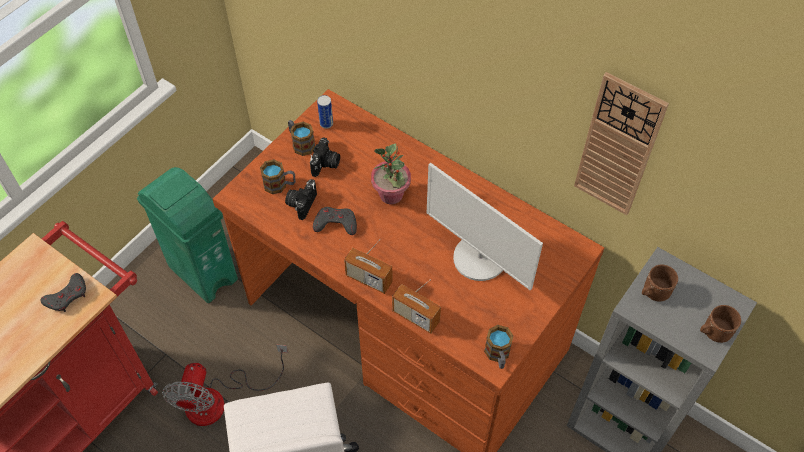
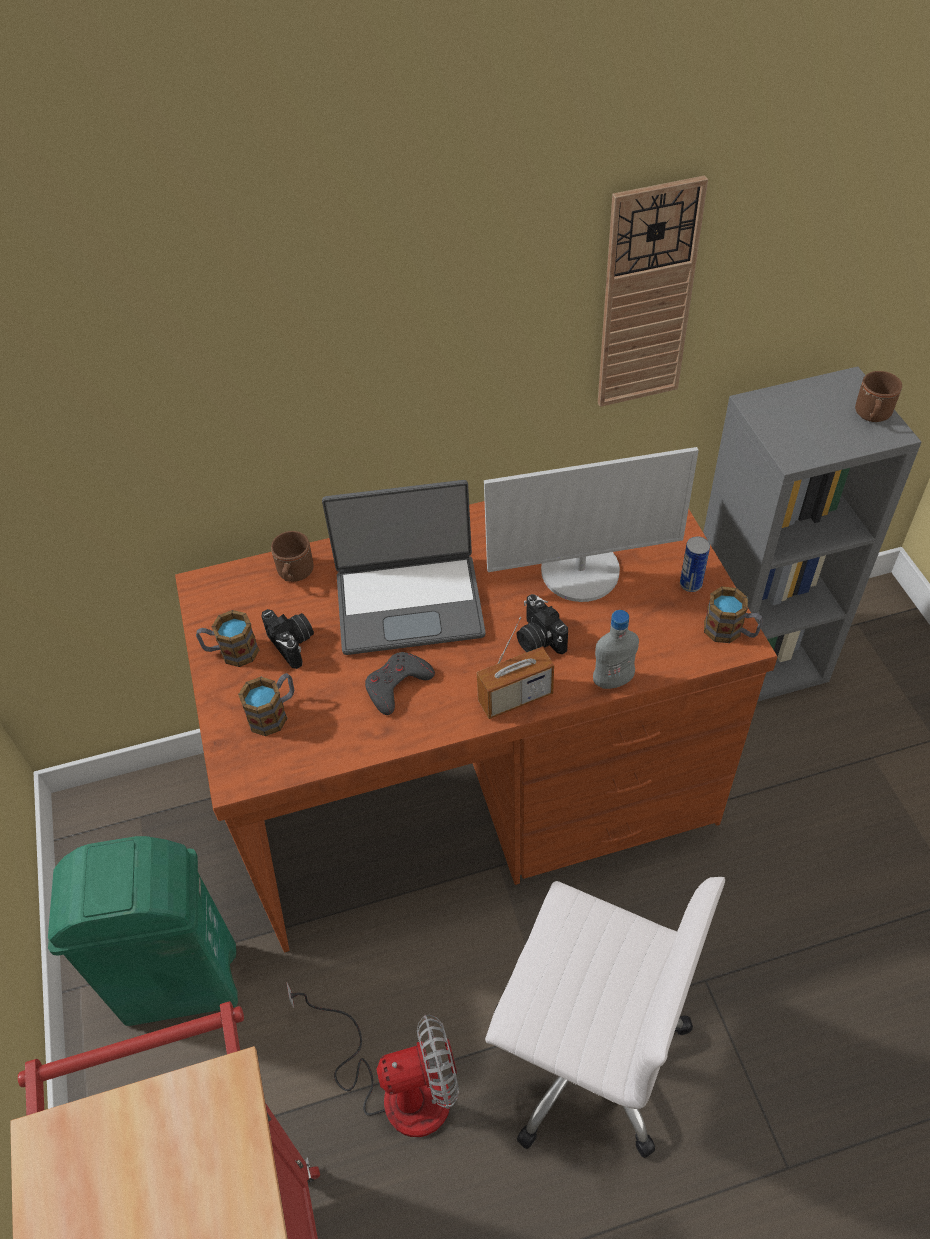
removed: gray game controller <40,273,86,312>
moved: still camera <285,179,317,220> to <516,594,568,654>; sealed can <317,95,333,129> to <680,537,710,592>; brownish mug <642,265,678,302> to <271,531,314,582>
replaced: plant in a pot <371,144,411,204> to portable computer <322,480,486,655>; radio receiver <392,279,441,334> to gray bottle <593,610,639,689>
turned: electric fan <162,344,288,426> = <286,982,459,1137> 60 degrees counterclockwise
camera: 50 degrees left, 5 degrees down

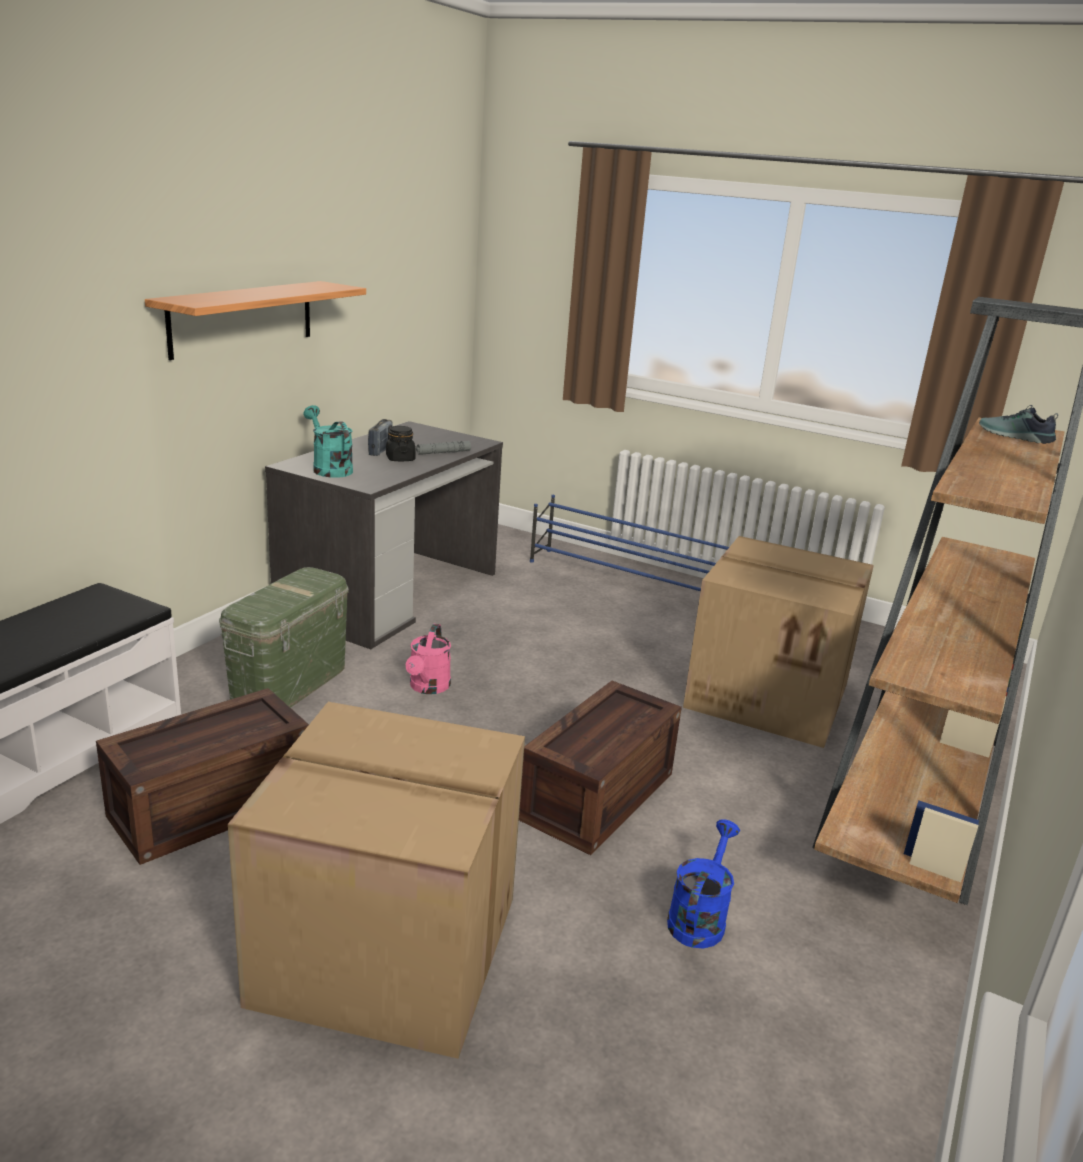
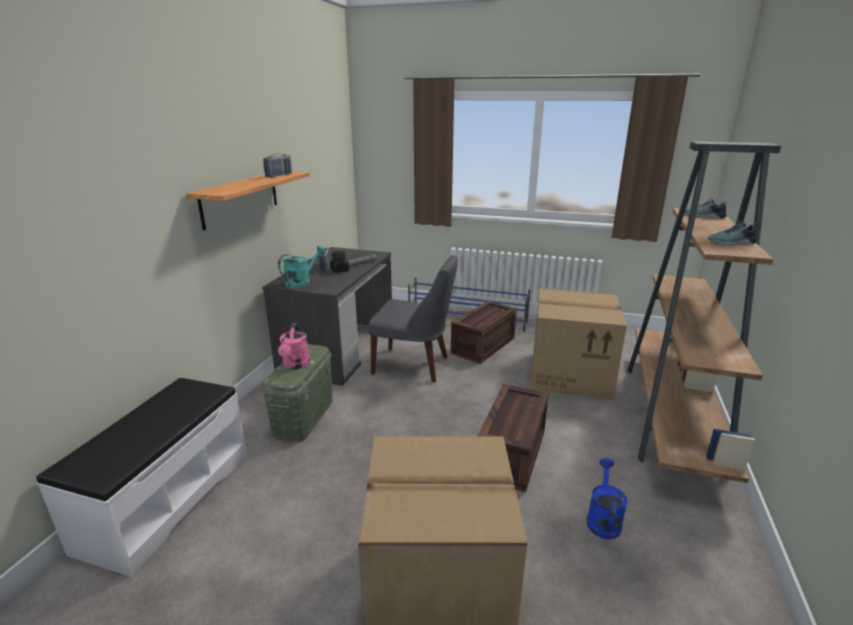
added: radio receiver <263,154,292,177>; gray upright chair <369,255,458,382>; item of footwear <708,221,757,245>
moved: shipping crate <96,688,309,865> to <451,301,517,364>; pinkish watering can <406,624,451,694> to <278,323,310,369>
turned: turquoise-coloured watering can <303,405,353,478> = <278,246,326,288> 90 degrees clockwise
camera: 10 degrees left, 0 degrees up

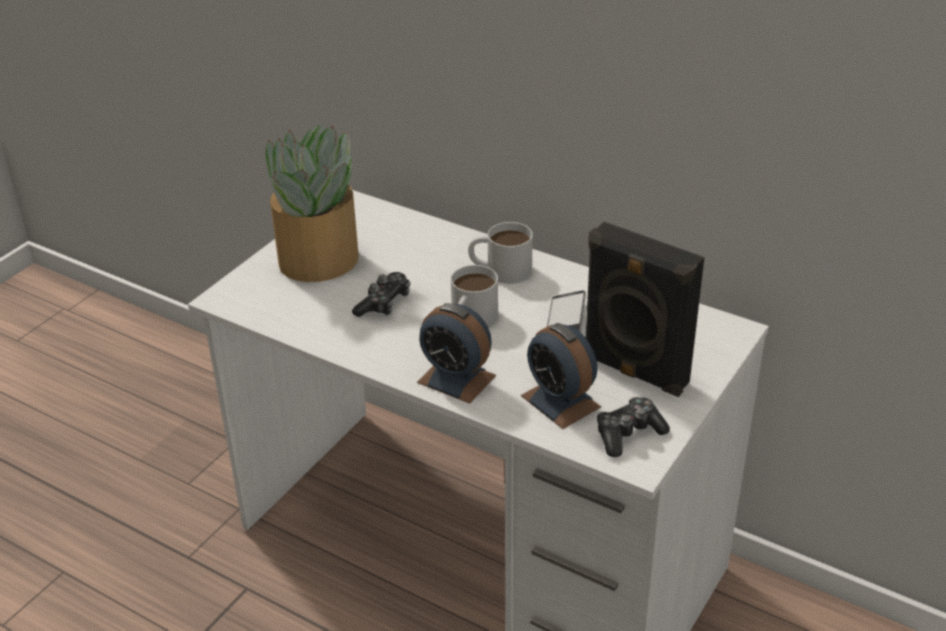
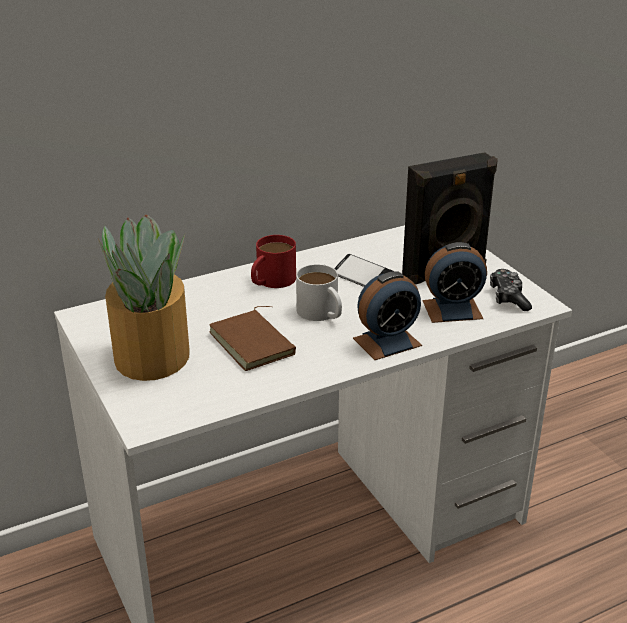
replaced: game controller <352,272,410,317> to brownish volume <209,306,296,371>
recoloured: white mug <468,222,533,284> to red mug <251,235,296,288>
camera: 60 degrees left, 5 degrees down

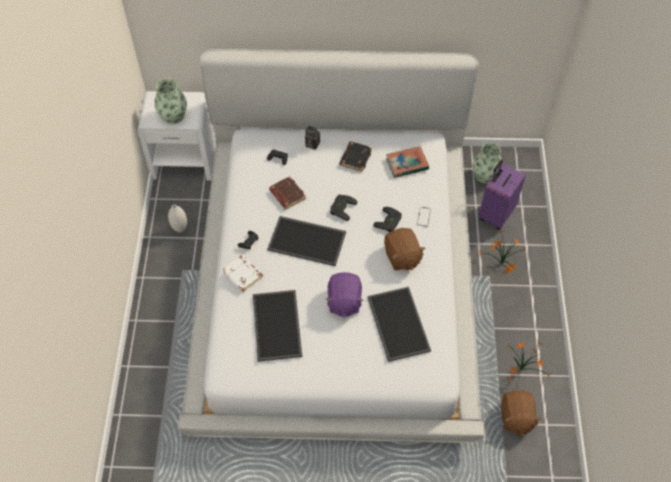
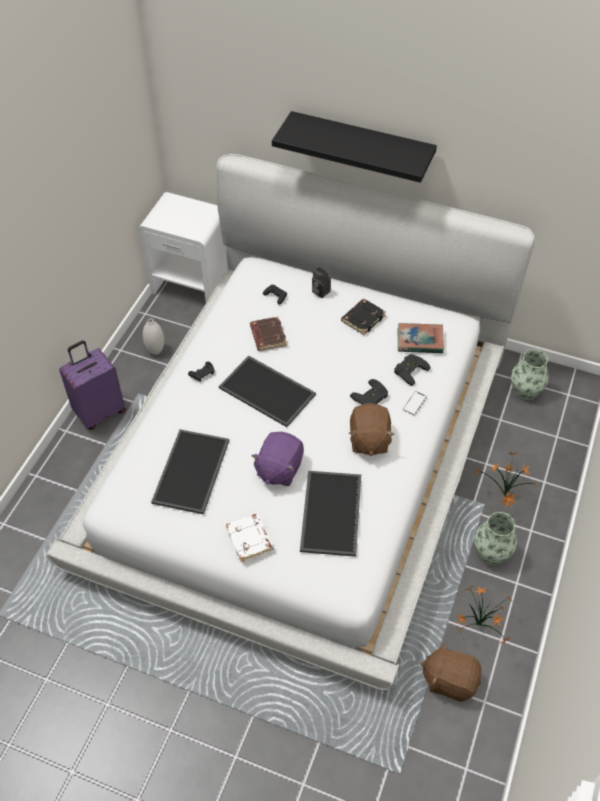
added: black-coloured shelf <272,111,437,183>
moved: vase <154,79,187,124> to <474,512,517,565>; white volume <222,255,263,292> to <226,514,274,562>; black-coloured game controller <330,195,357,221> to <394,354,431,386>; purple travel case <478,160,526,230> to <59,340,126,430>
turned: brownish soft toy <502,390,541,437> = <420,642,481,701> 90 degrees clockwise
camera: 20 degrees right, 5 degrees down

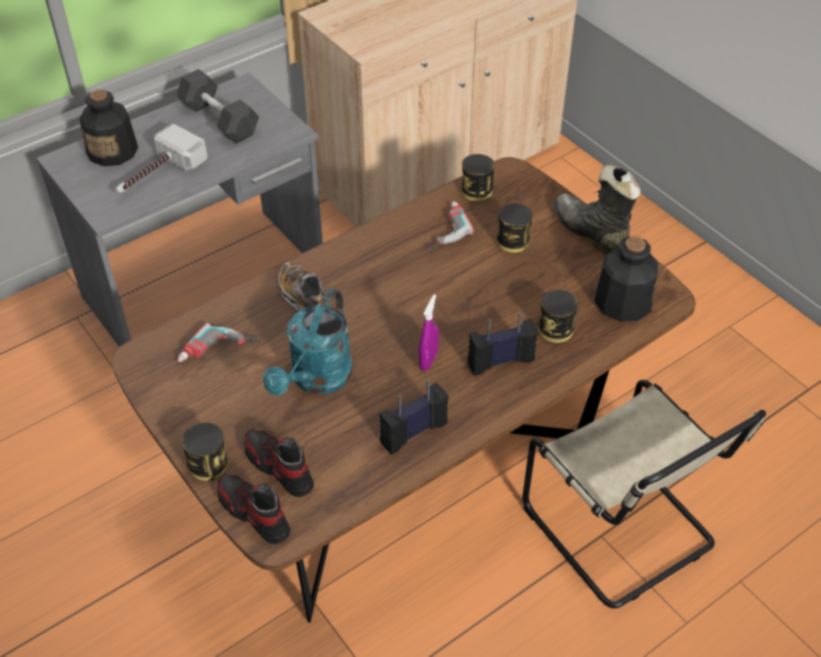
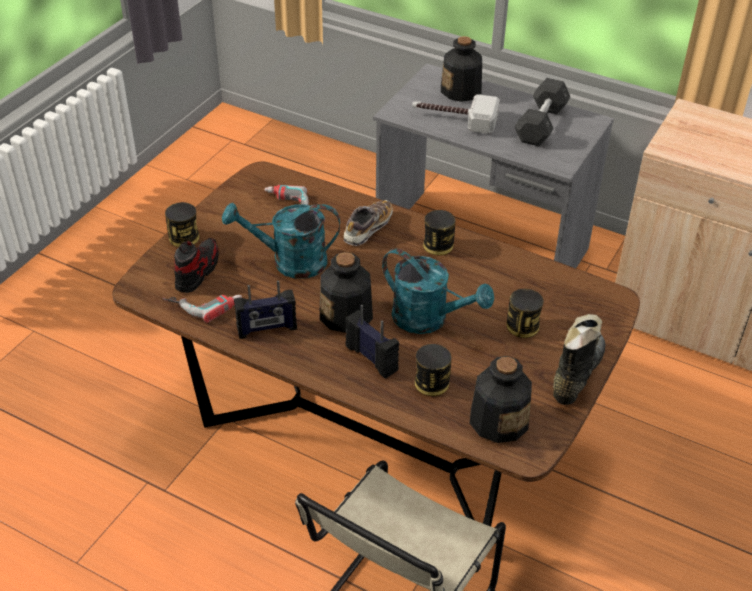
removed: item of footwear <217,474,290,544>
added: turquoise-coloured watering can <382,249,494,334>
moved: electric drill <425,201,474,253> to <163,295,242,323>; sealed can <461,154,494,202> to <423,210,455,255>
replaced: purple sprayer <419,294,439,371> to bottle <320,252,373,333>
turned: radio receiver <379,379,449,455> = <234,280,297,339> 135 degrees clockwise
camera: 65 degrees right, 5 degrees down

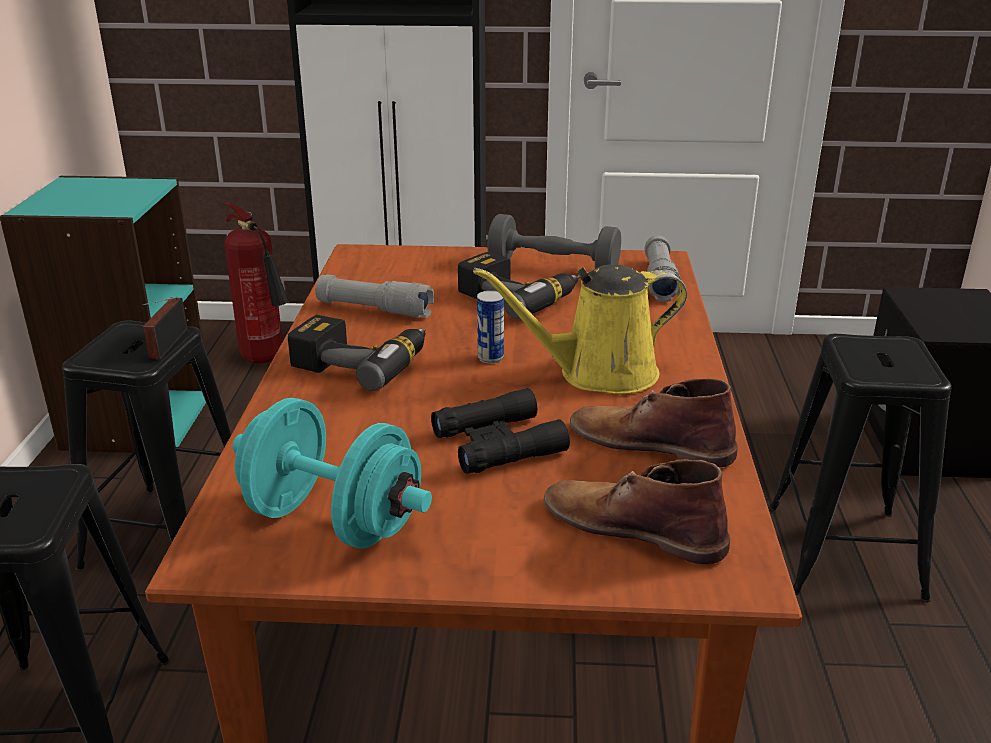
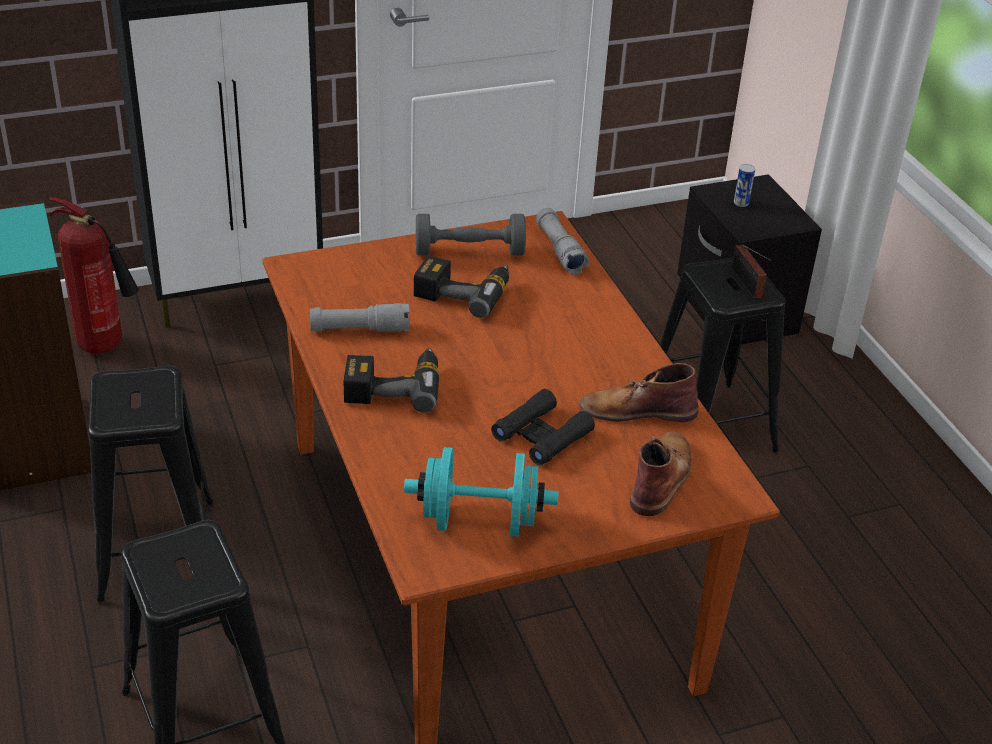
removed: yellowish watering can <473,265,687,394>
moved: radio receiver <142,297,187,359> to <731,245,771,299>; sealed can <477,290,504,364> to <734,164,755,207>
turned: brownish boot <544,459,730,564> = <630,431,692,516> 105 degrees clockwise
camera: 25 degrees left, 10 degrees up

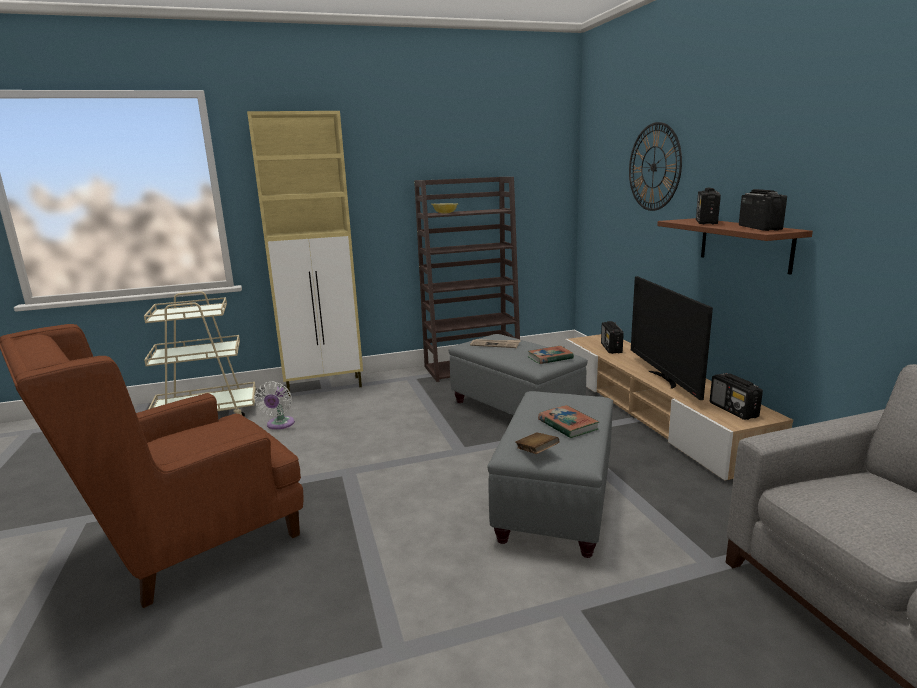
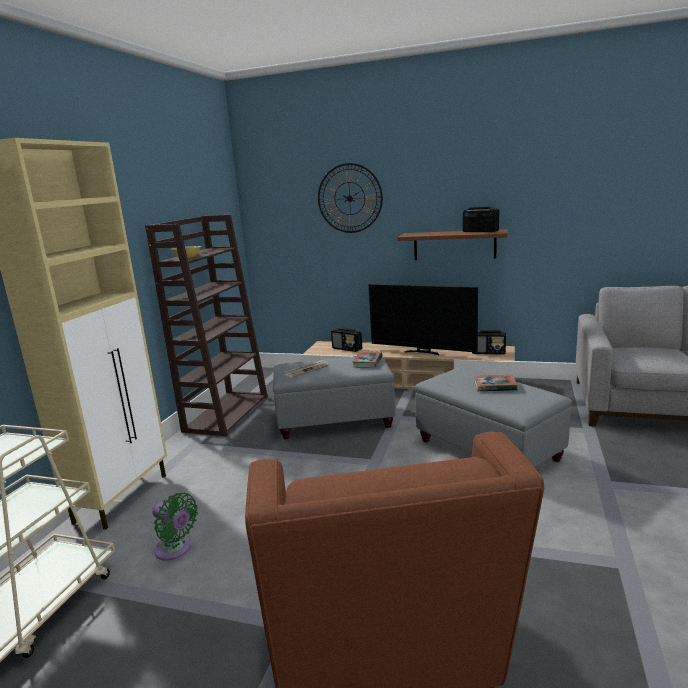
removed: brownish volume <515,433,560,454>; radio receiver <696,188,721,224>
recoloured: white electric fan <254,381,295,429> to greenish electric fan <152,493,198,561>
camera: 55 degrees left, 0 degrees up

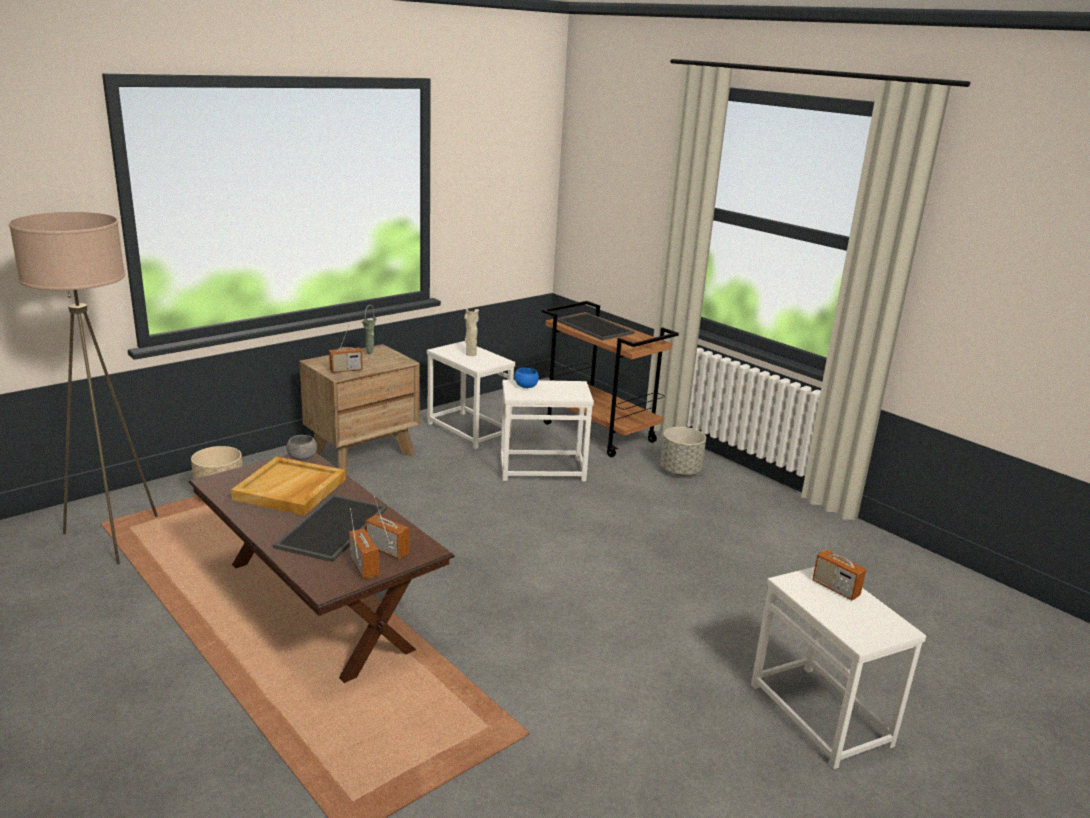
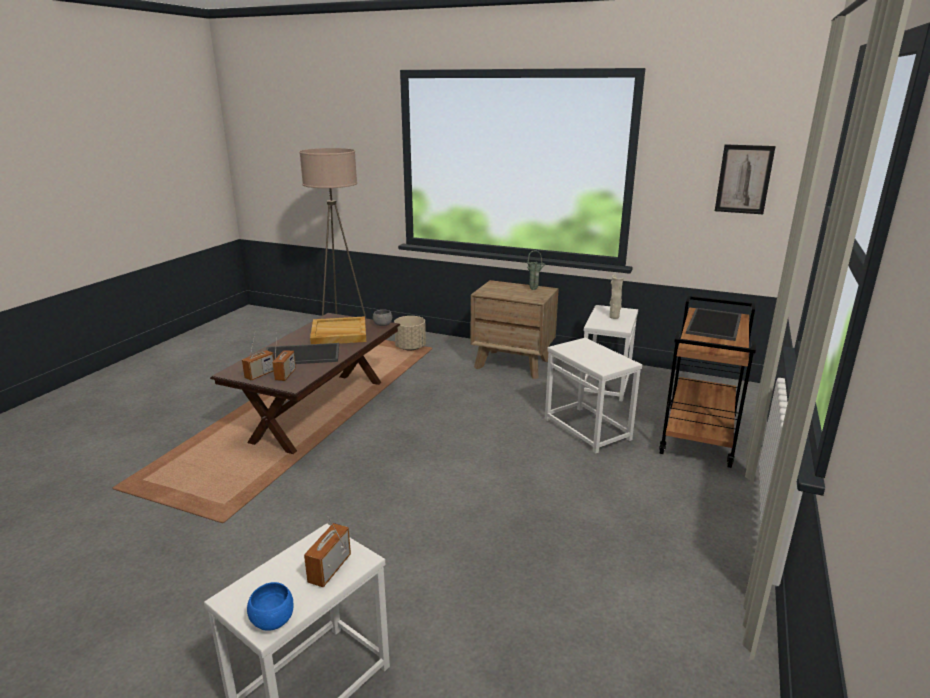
removed: radio receiver <329,326,363,373>; gray flower pot <660,427,706,476>
added: wall art <715,144,776,214>
moved: blue-coloured deep dish <515,368,539,388> to <247,582,294,631>
camera: 65 degrees right, 0 degrees up

